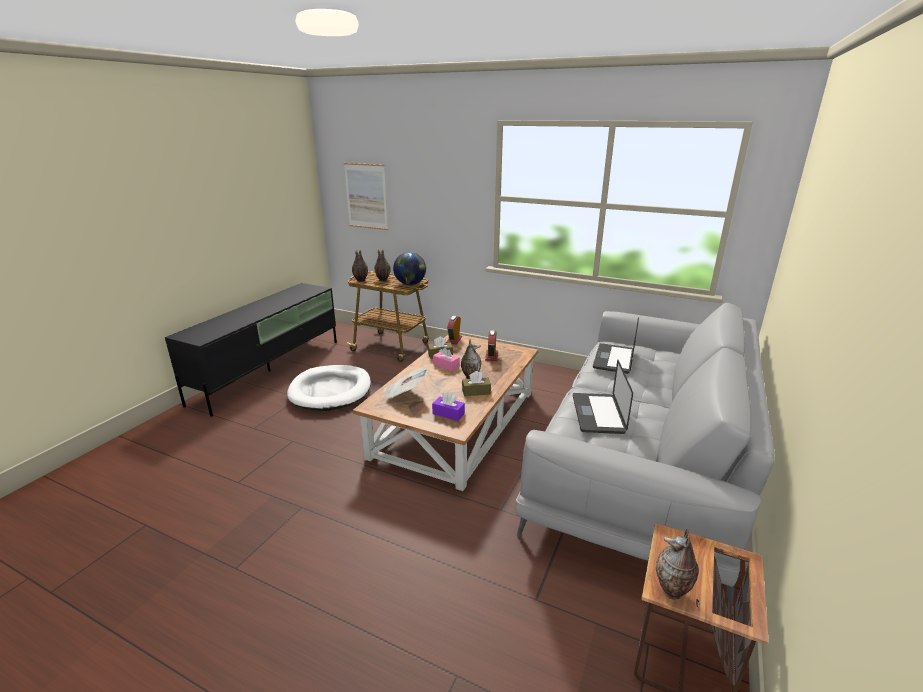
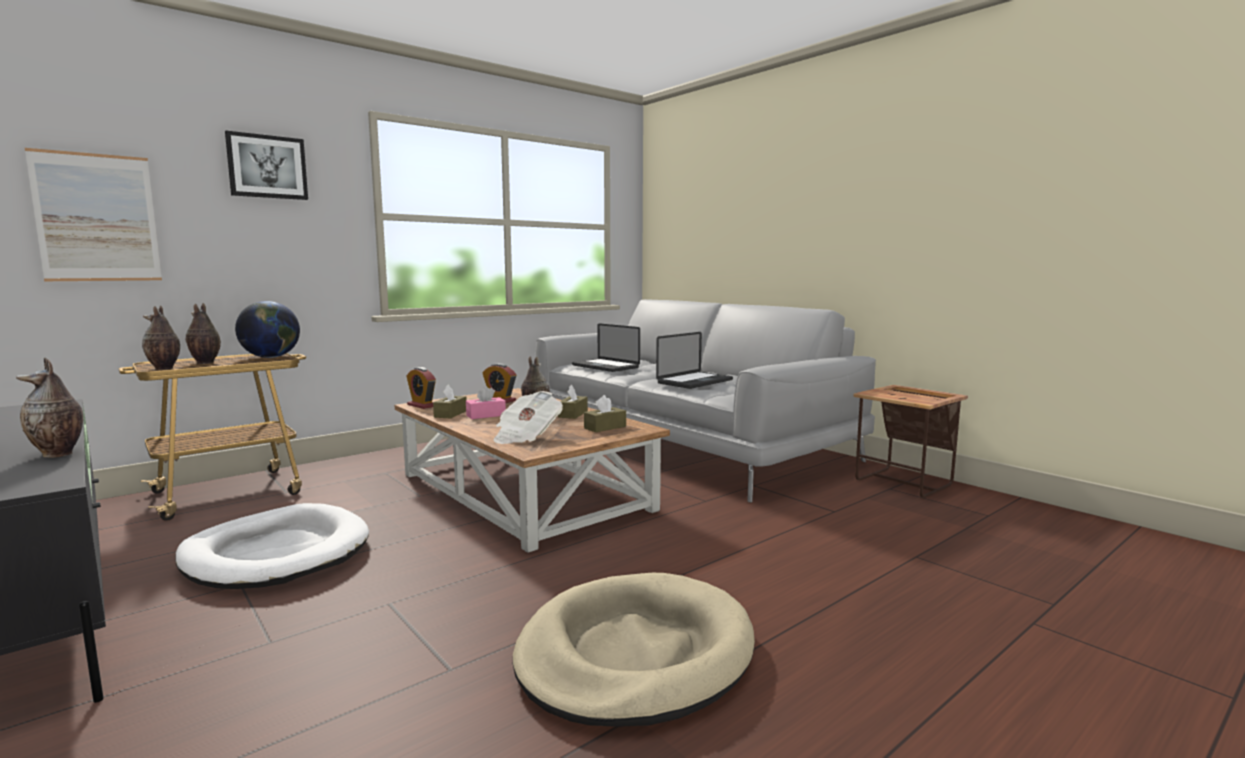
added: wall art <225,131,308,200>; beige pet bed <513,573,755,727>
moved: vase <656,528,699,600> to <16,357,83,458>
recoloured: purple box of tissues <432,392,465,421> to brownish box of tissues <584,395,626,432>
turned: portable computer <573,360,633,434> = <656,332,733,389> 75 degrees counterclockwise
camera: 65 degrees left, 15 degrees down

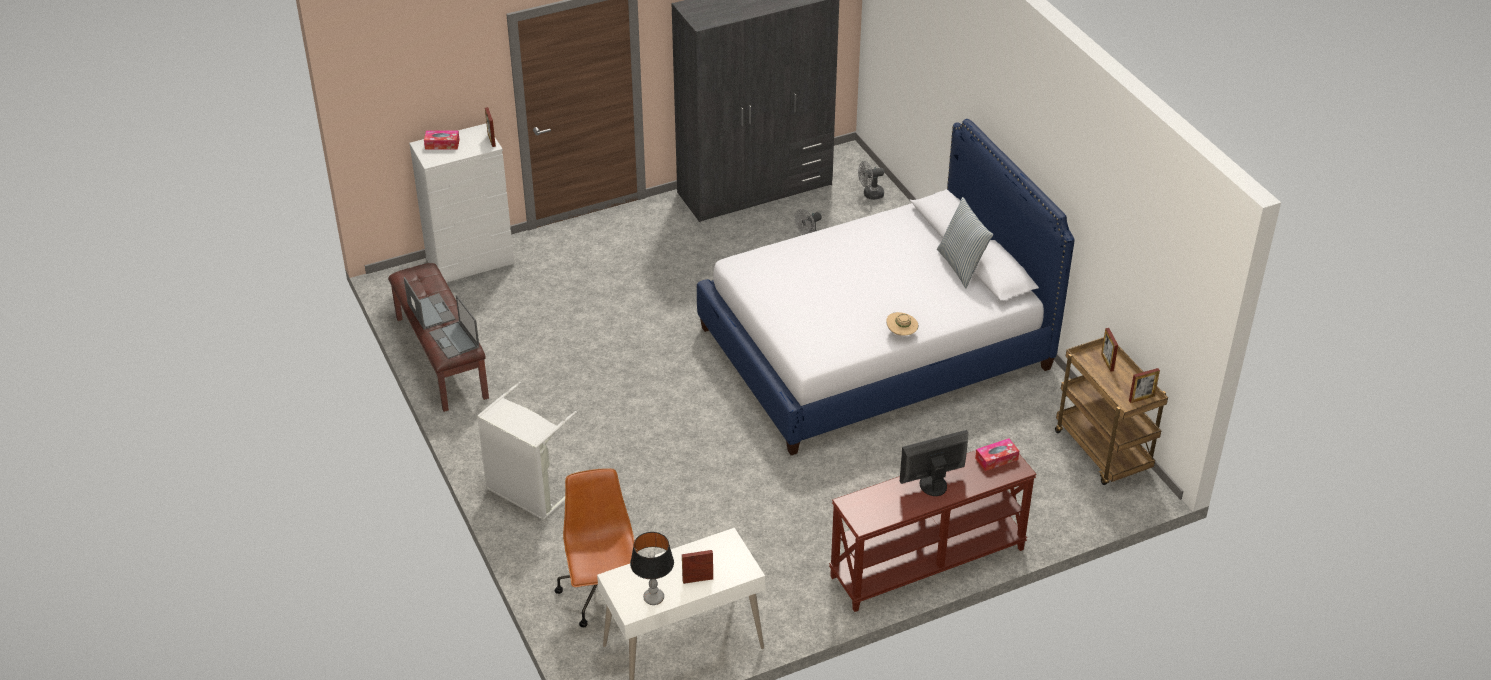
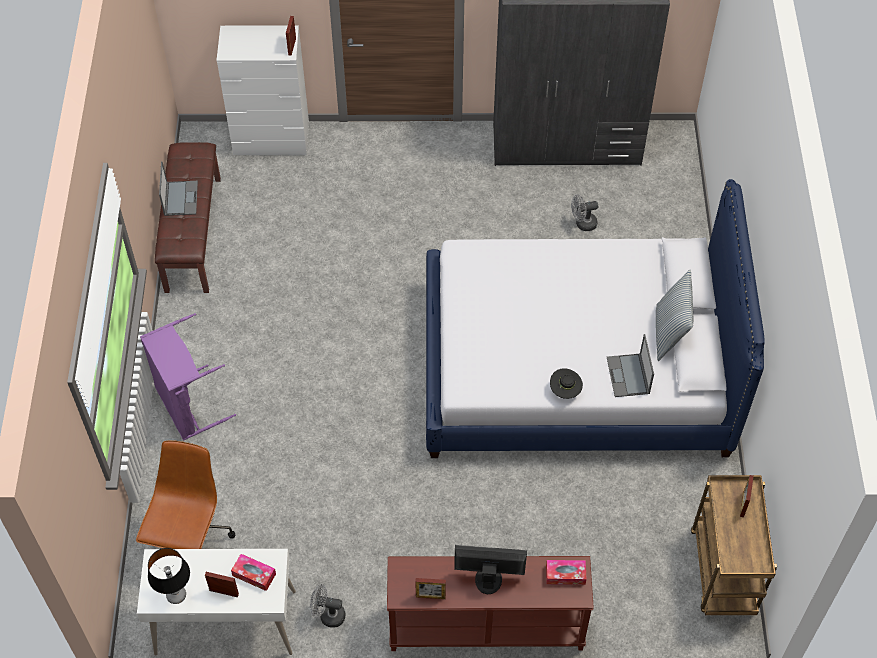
moved: box of tissues <424,130,460,150> to <231,554,276,591>; portable computer <429,295,480,359> to <607,334,654,397>; gray electric fan <858,161,884,200> to <310,584,346,628>; photo frame <1129,368,1160,403> to <415,578,446,599>
recoloured: gray washing basket <477,382,577,520> to purple washing basket <140,313,236,441>; beige wearable hat <886,312,918,336> to black-coloured wearable hat <550,368,583,399>
camera: 25 degrees right, 15 degrees up

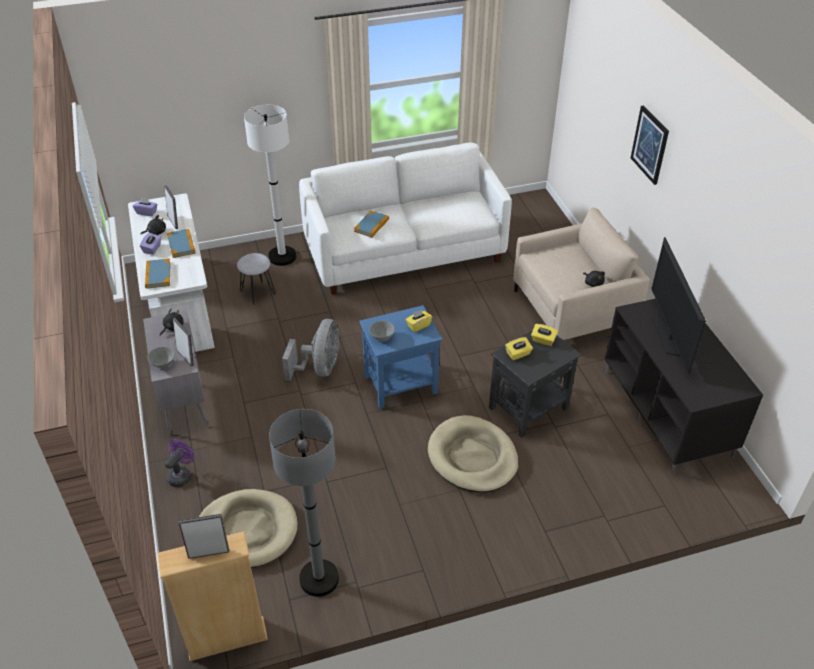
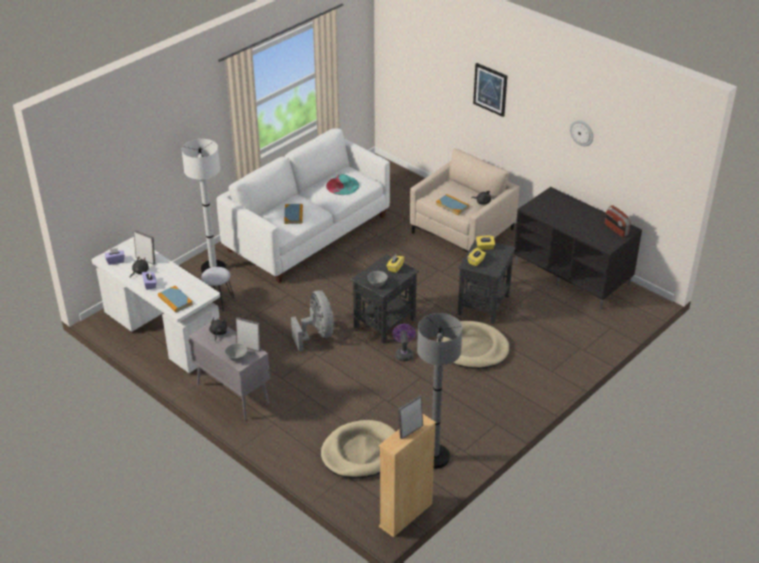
removed: TV set <651,237,706,374>
added: turquoise-coloured wearable hat <326,174,359,195>; wall clock <570,120,593,146>; radio receiver <605,205,631,237>
moved: purple electric fan <165,439,195,487> to <392,324,416,361>; volume <167,229,195,258> to <436,194,469,215>
recoloured: blue-coloured side table <359,305,443,409> to black-coloured side table <351,254,419,344>
camera: 30 degrees left, 5 degrees down

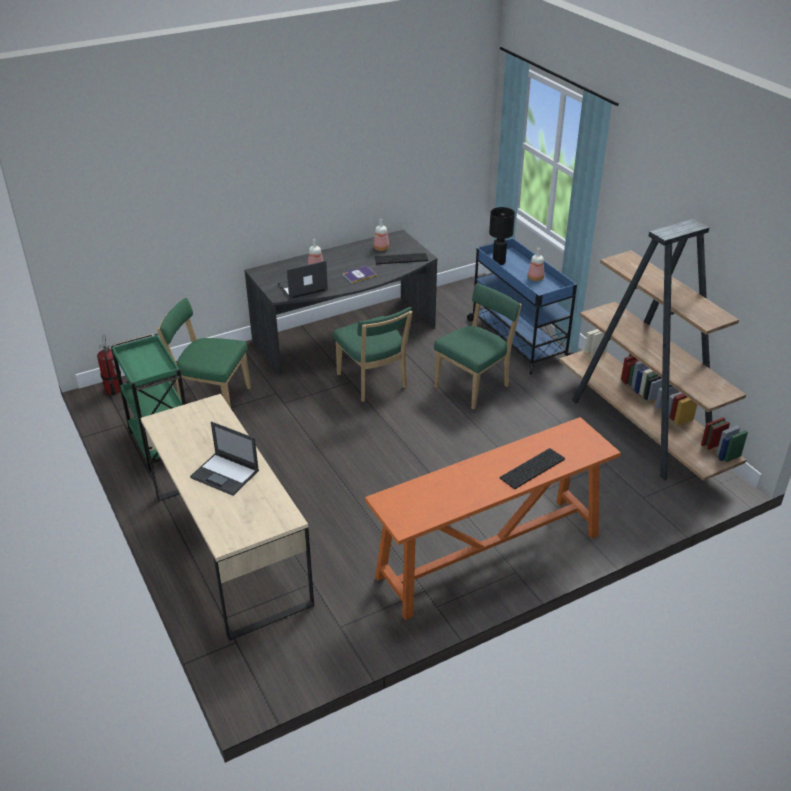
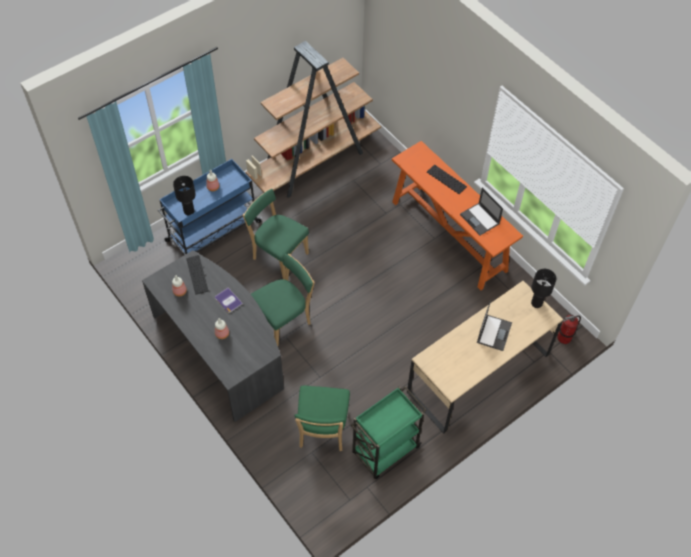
added: black-coloured tabletop lamp <531,269,556,308>
moved: extinguisher <97,334,121,396> to <557,315,581,344>; portable computer <278,261,328,300> to <460,188,503,235>
camera: 100 degrees left, 20 degrees up

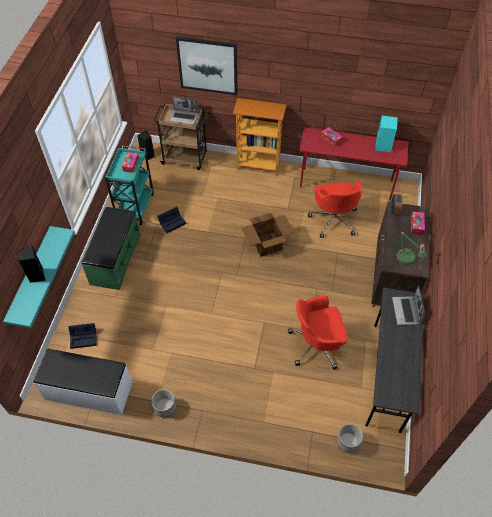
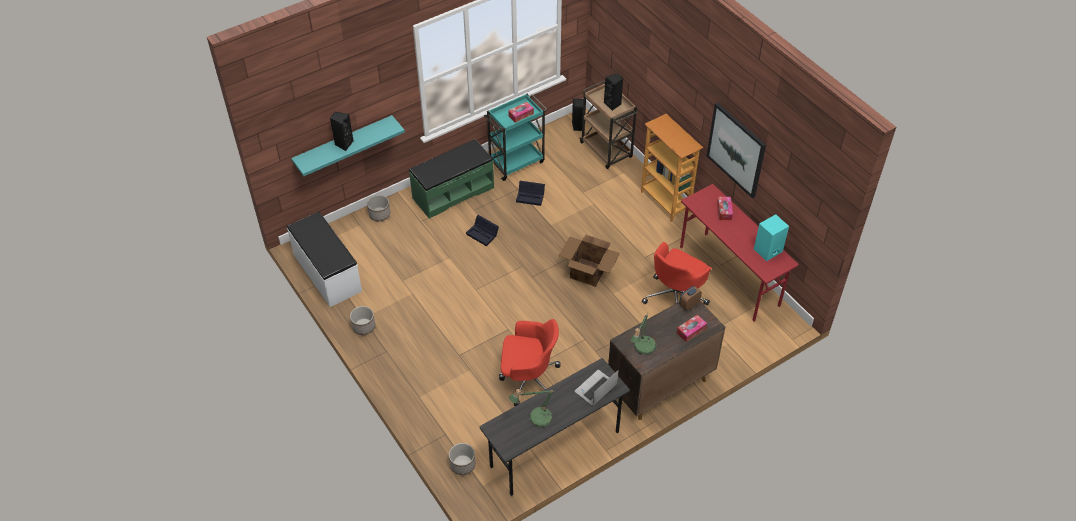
added: flower pot <367,195,390,221>; tabletop lamp <509,389,555,428>
moved: black-coloured storage box <68,323,97,349> to <466,215,499,246>; wall art <176,36,238,95> to <707,102,766,199>
replaced: portable computer <170,96,199,125> to black-coloured speaker <604,73,623,111>
turned: red office chair <288,296,348,369> = <499,319,561,406> 150 degrees clockwise
camera: 45 degrees right, 5 degrees down

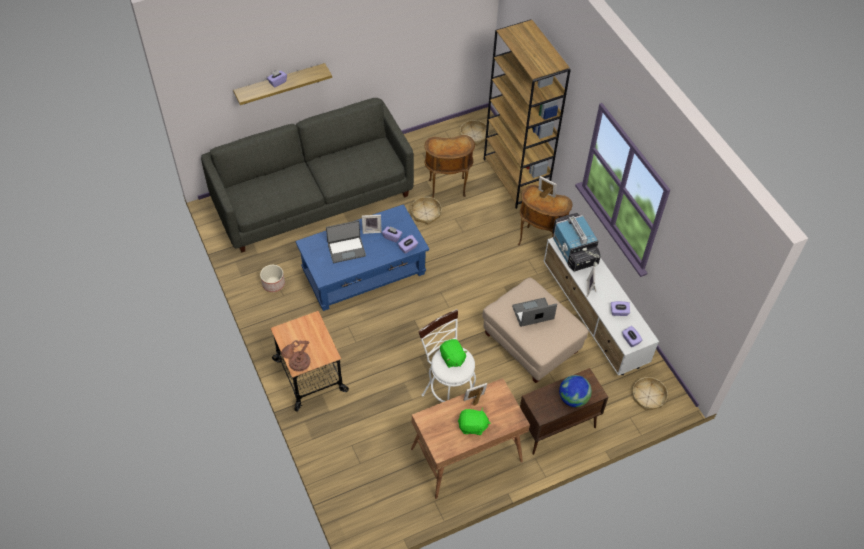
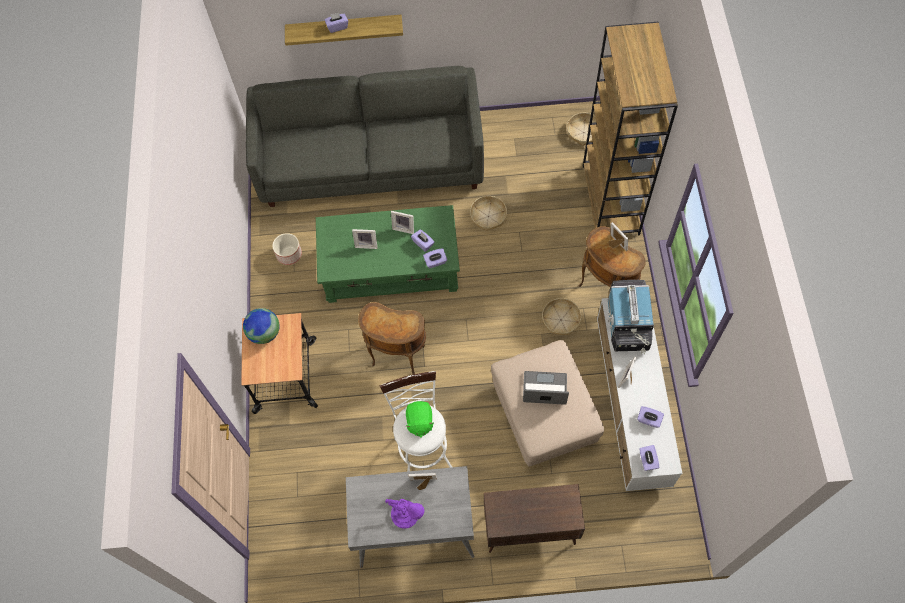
removed: brownish tabletop lamp <281,340,310,372>
moved: brownish side table <424,135,475,198> to <358,302,426,375>; globe <559,375,592,407> to <243,308,279,344>; basket <633,377,668,411> to <542,298,581,335>
replaced: portable computer <326,220,366,263> to photo frame <352,229,378,249>; greenish soft toy <458,408,491,435> to purple tabletop lamp <385,499,424,529>
recoloured: blue-coloured lounge table <295,204,429,311> to greenish lounge table <316,205,460,303>; brownish desk <411,378,530,499> to gray desk <346,466,474,568>
camera: 25 degrees right, 10 degrees up

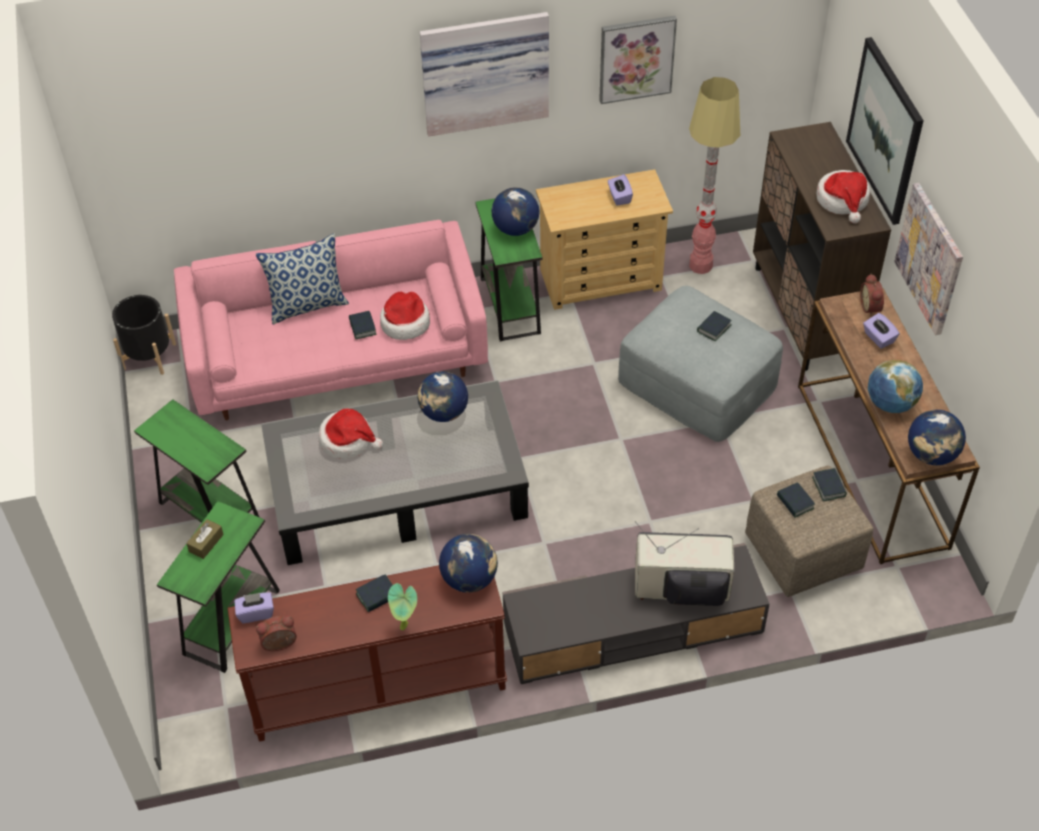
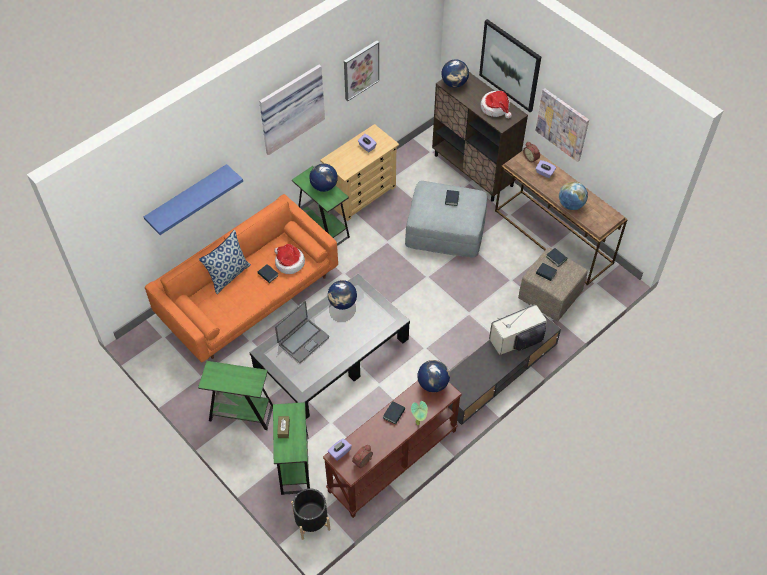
removed: standing lamp <689,77,740,274>
added: blue-coloured shelf <144,164,243,235>
moved: black-coloured flower pot <112,295,176,375> to <291,488,330,540>; globe <908,410,966,465> to <441,59,469,88>
replaced: wearable hat <319,408,383,459> to portable computer <275,301,329,363>
recoloured: pinkish couch <174,220,488,420> to orangey couch <145,194,338,363>
camera: 30 degrees left, 5 degrees up

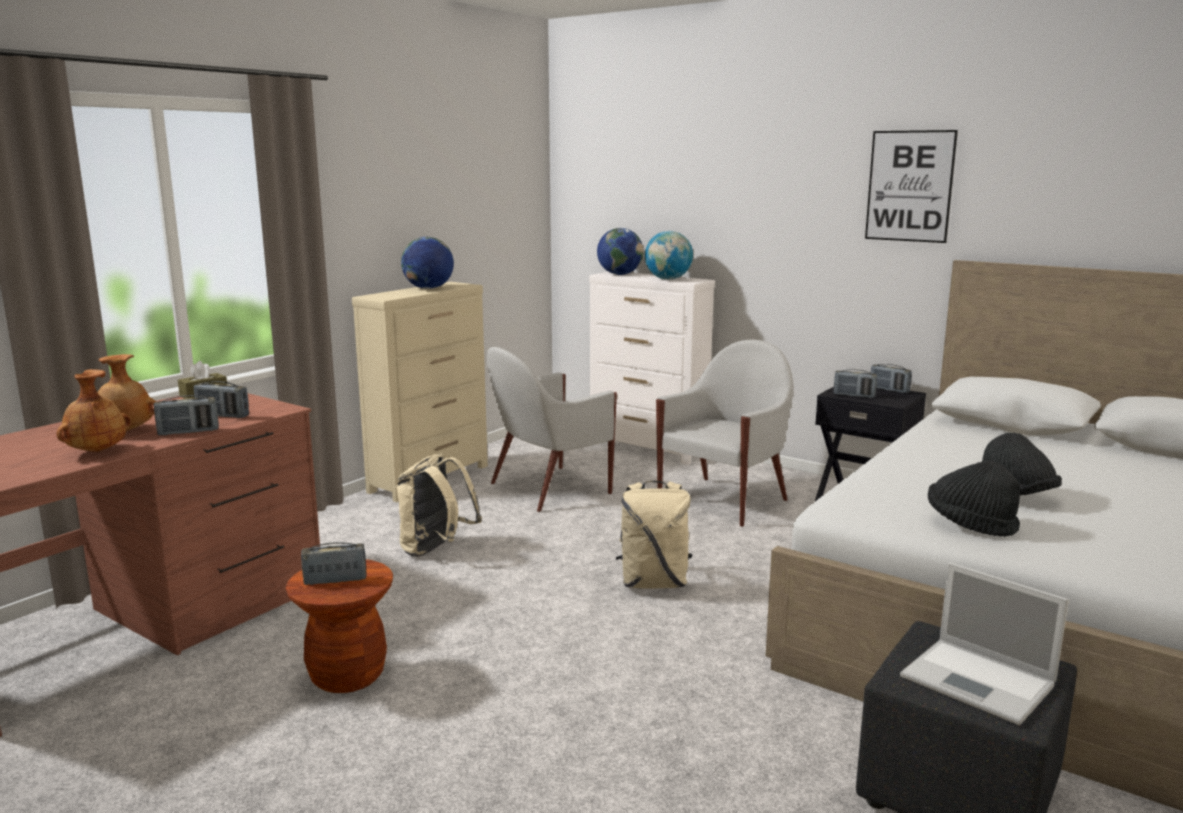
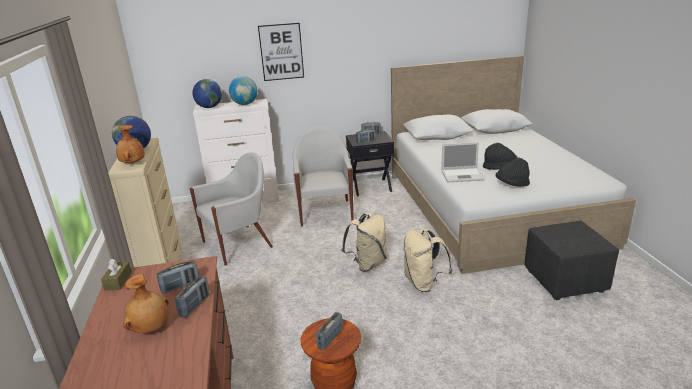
moved: brownish vase <56,369,131,452> to <116,125,145,163>; beige knapsack <397,453,482,557> to <403,229,453,292>; wall art <865,130,958,243> to <258,23,304,81>; portable computer <900,563,1069,725> to <441,142,485,182>
turned: white easy chair <487,347,617,512> = <190,152,273,266> 135 degrees counterclockwise
camera: 45 degrees left, 10 degrees up

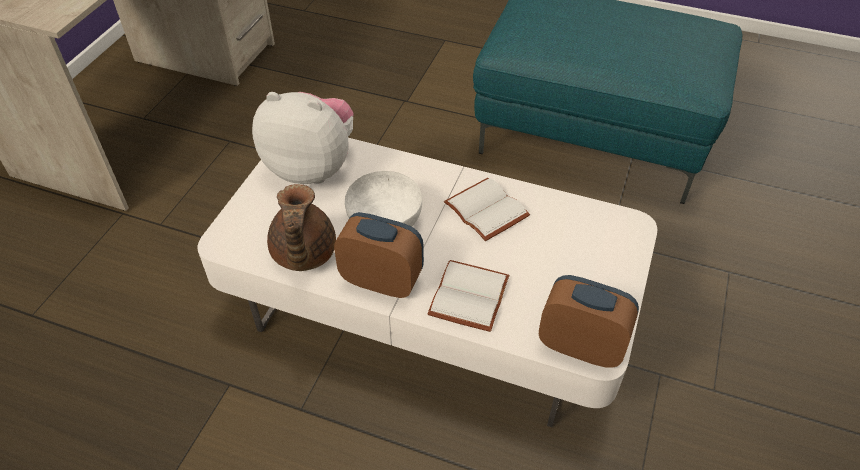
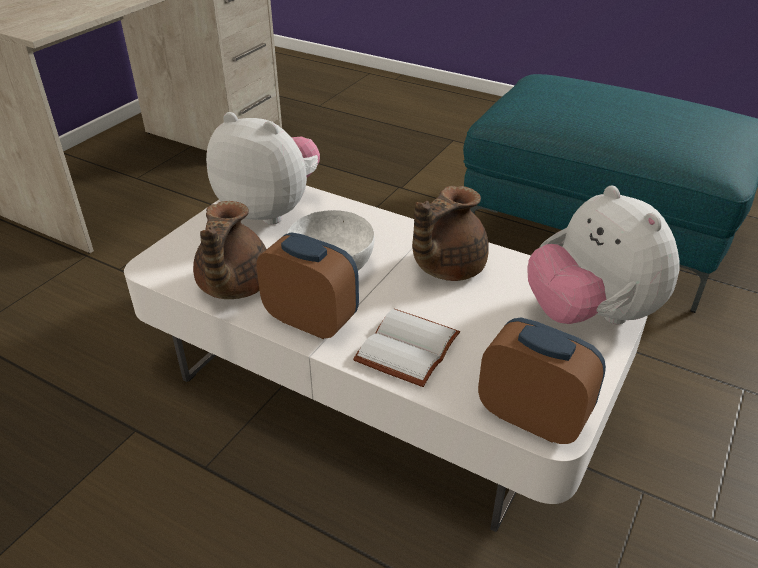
added: soft toy <527,185,680,324>
replaced: white volume <444,178,530,241> to brownish pot for tea <412,186,489,281>
camera: 10 degrees right, 10 degrees down

